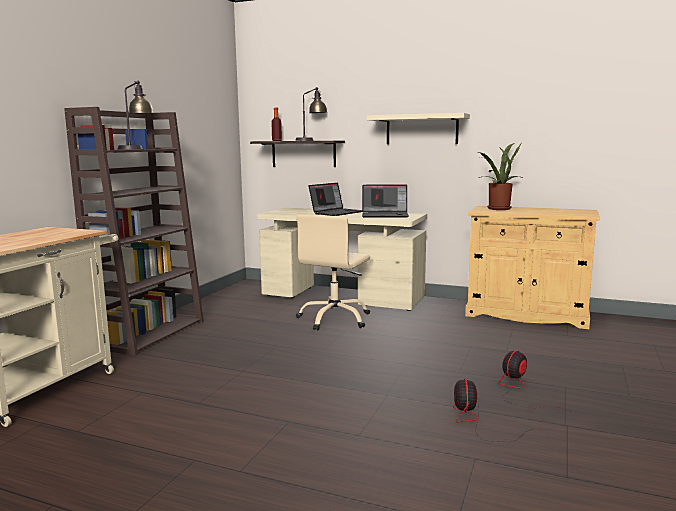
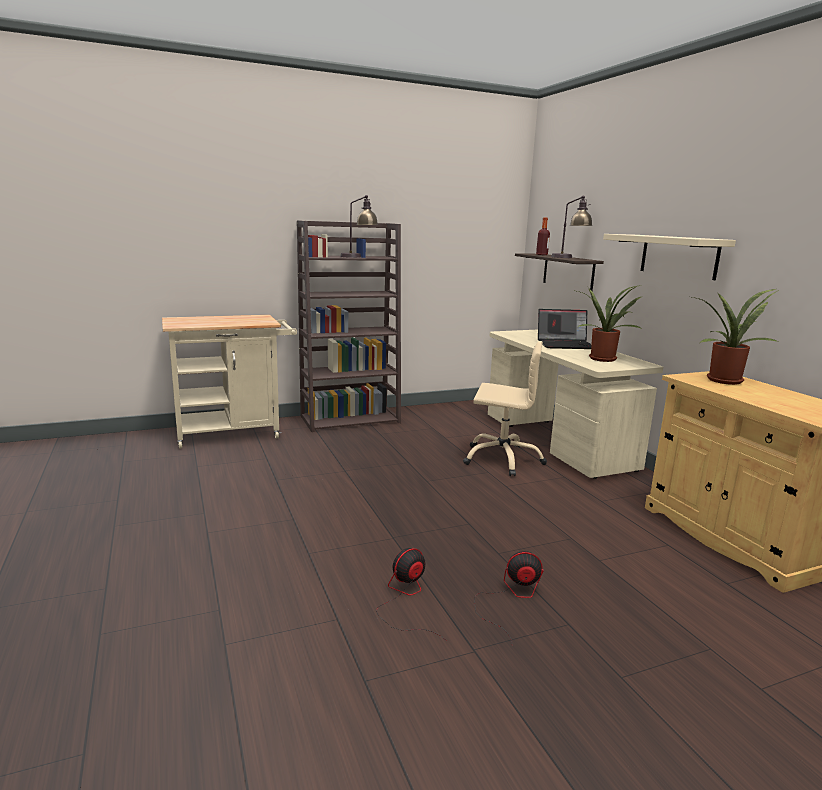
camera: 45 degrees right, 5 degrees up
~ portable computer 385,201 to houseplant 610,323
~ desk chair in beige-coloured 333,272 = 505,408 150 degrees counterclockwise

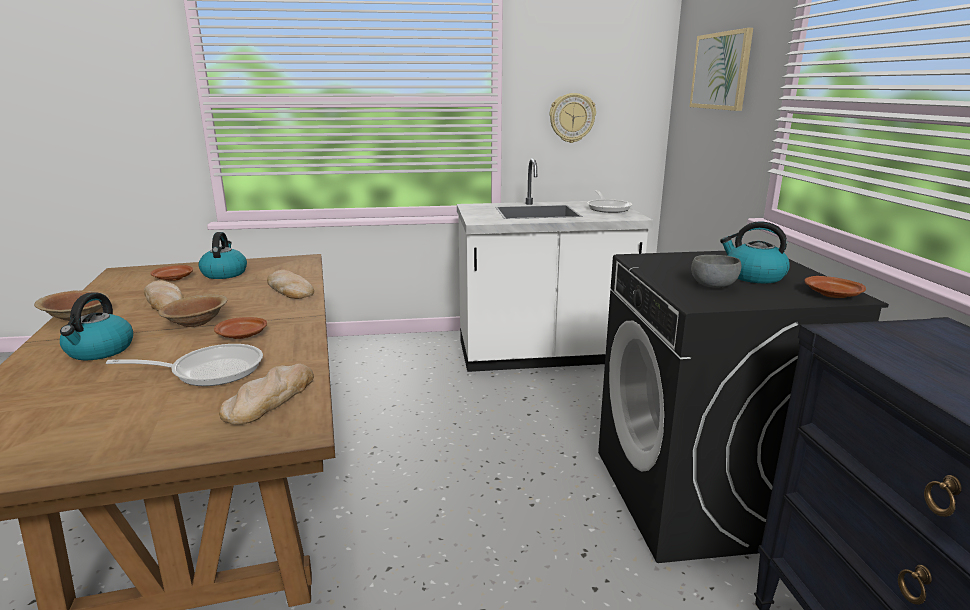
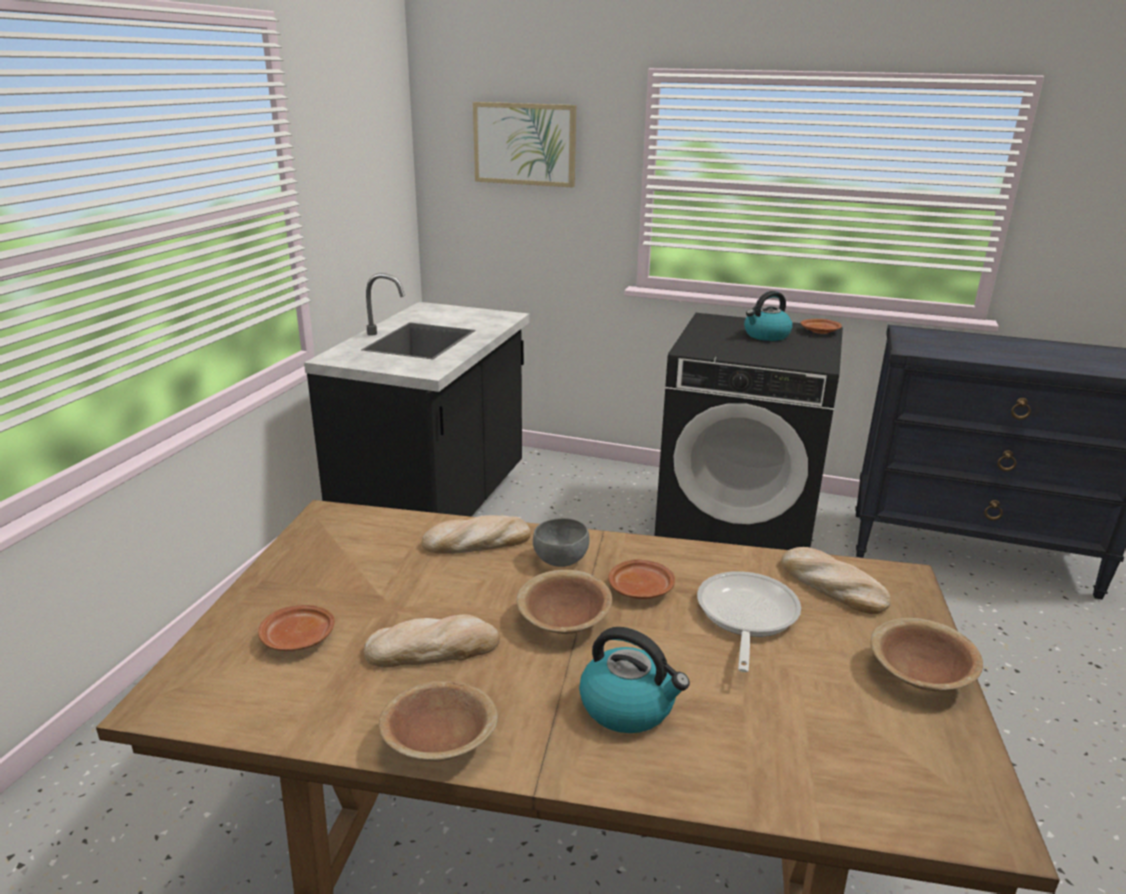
camera: 65 degrees left, 5 degrees up
- clock on the wall 572,118
~ kitchen counter in white 555,265 to kitchen counter in black 416,395
- frying pan 609,201
- water kettle 222,255
~ bowl in grey 716,271 to 561,542
+ bowl in brown-coloured 926,654

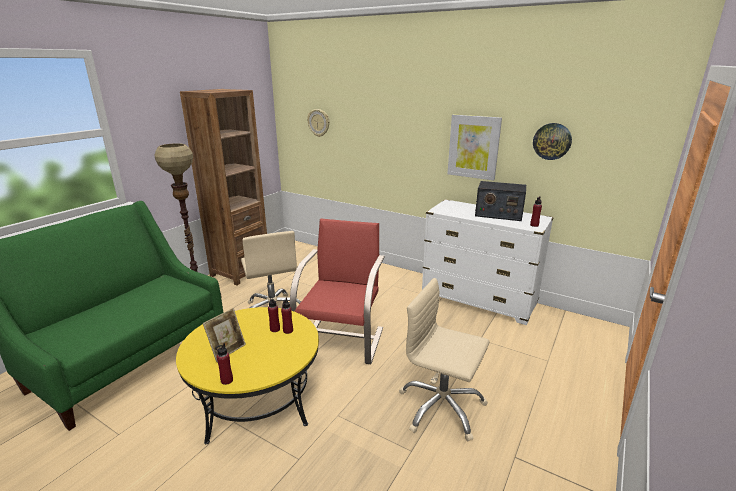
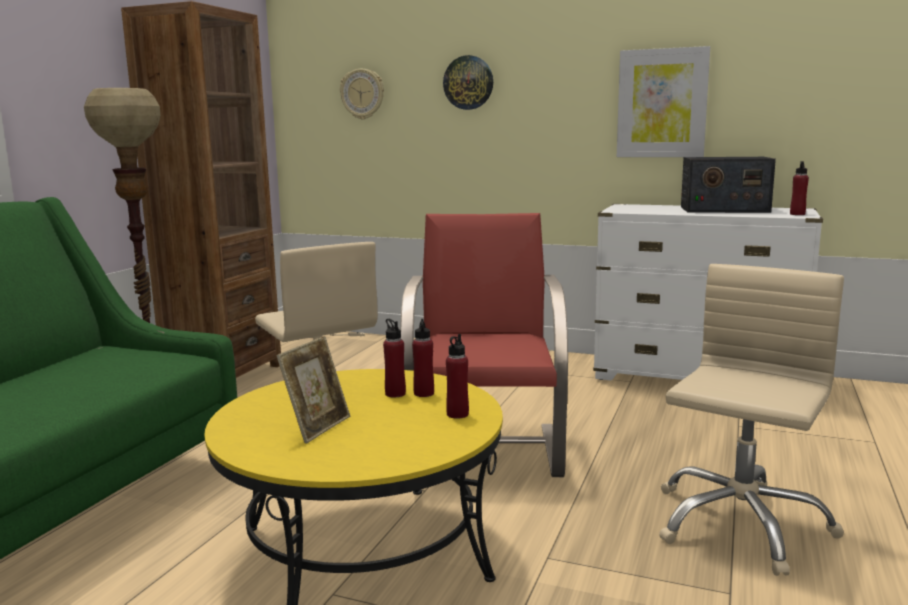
camera: 10 degrees left, 10 degrees down
~ clock on the wall 552,141 to 468,82
~ desk chair in beige-coloured 444,359 = 751,420 105 degrees clockwise
~ drink bottle in red-coloured 224,364 to 457,376

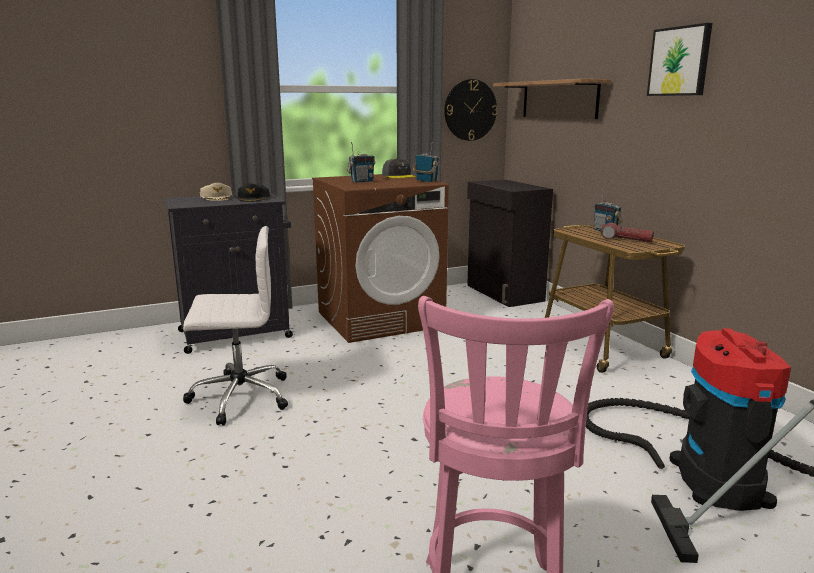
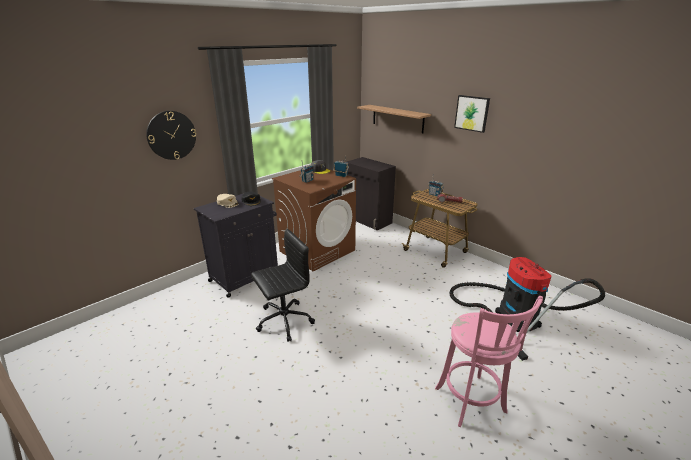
camera: 20 degrees left, 10 degrees up
~ clock on the wall 471,110 to 171,135
~ desk chair in white 235,325 to desk chair in black 283,285

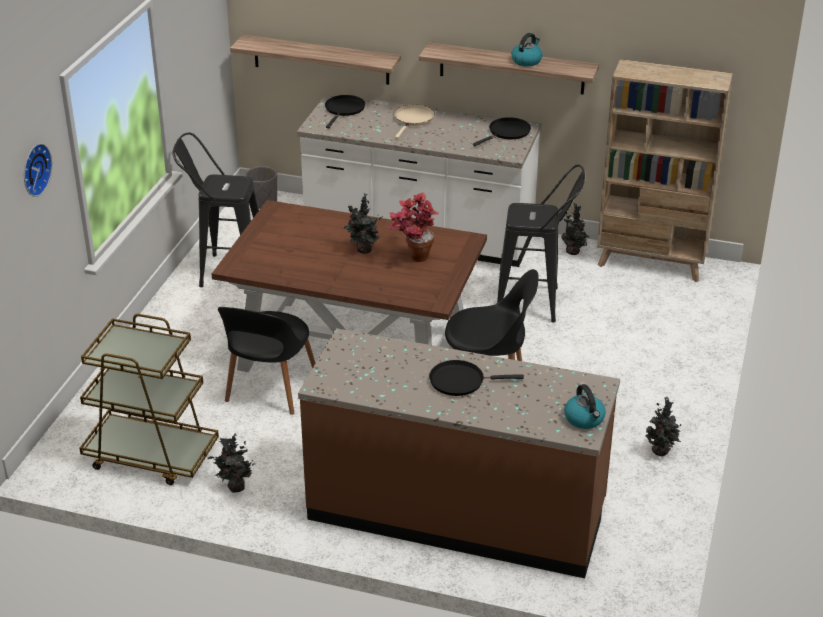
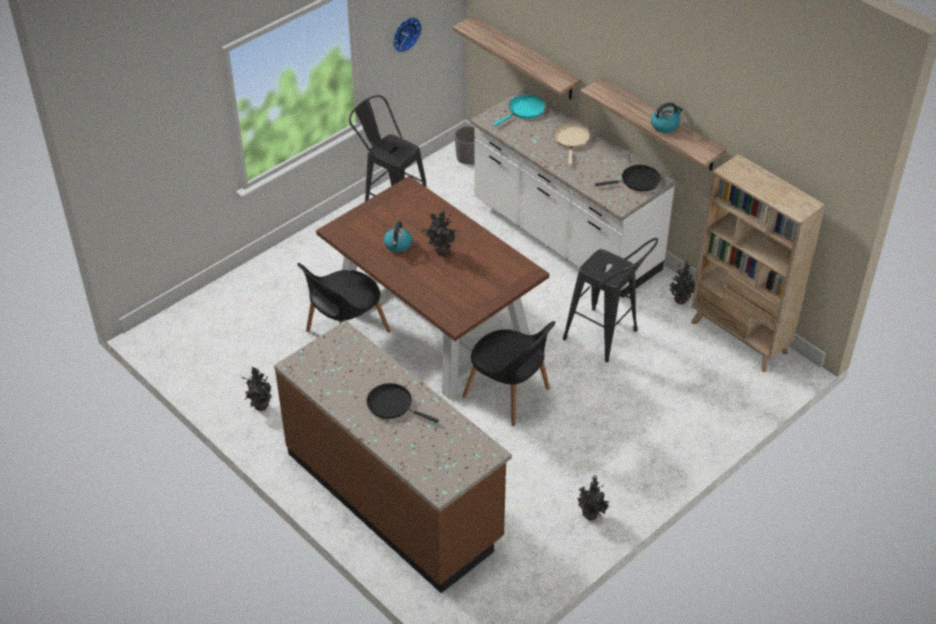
camera: 30 degrees right, 10 degrees up
~ frying pan in black 345,111 to frying pan in turquoise 519,110
~ frying pan in beige-coloured 414,122 = 571,144 45 degrees counterclockwise
~ clock on the wall 38,170 to 407,35
- houseplant 414,227
- trolley in brown-coloured 149,399
~ water kettle 585,406 to 398,236

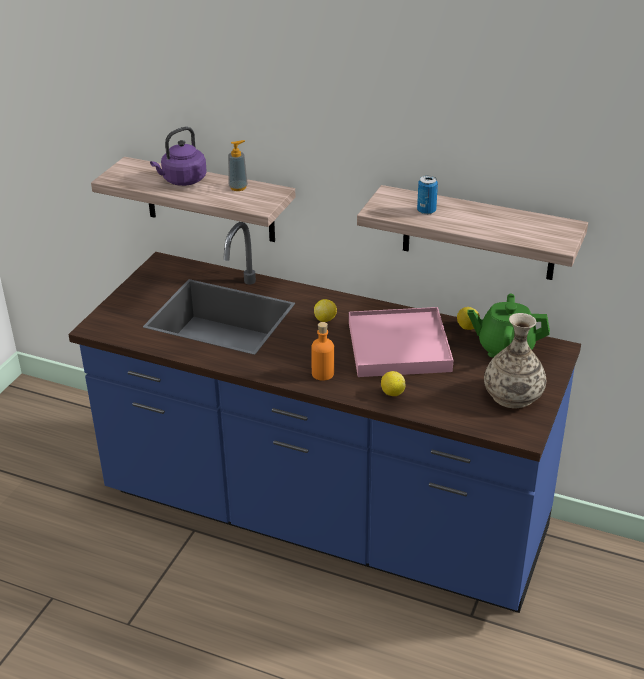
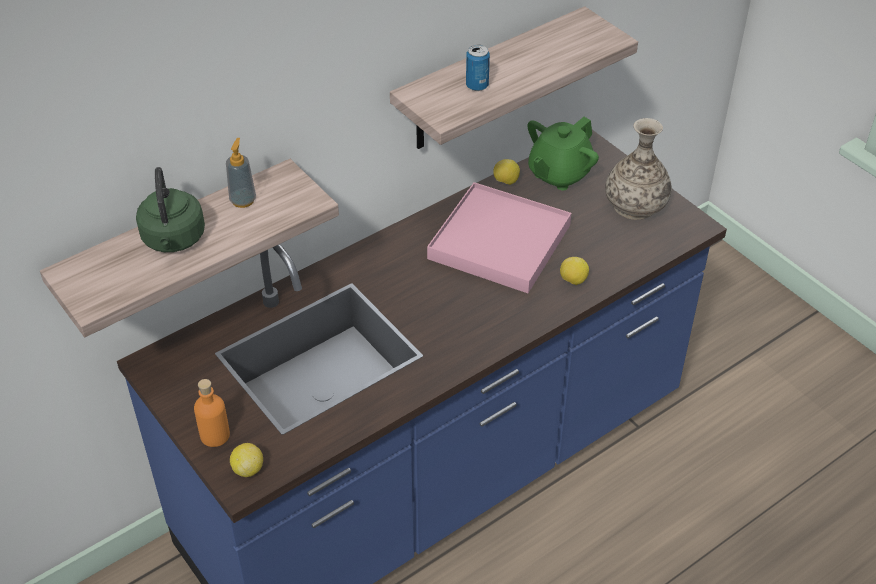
camera: 60 degrees left, 10 degrees up
~ water kettle in purple 178,156 to water kettle in green-coloured 170,209
~ lemon 325,310 to 246,460
~ drink bottle in orangey 322,351 to 212,413

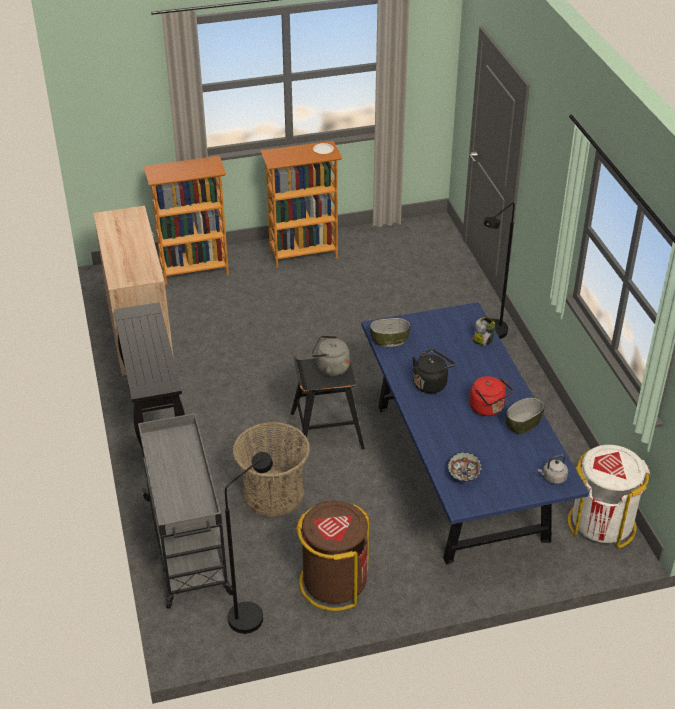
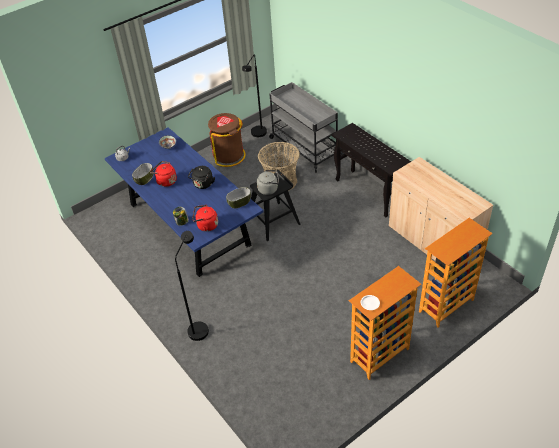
camera: 160 degrees right, 5 degrees up
- rubbish bin in white 609,497
+ water kettle in red-coloured 205,218

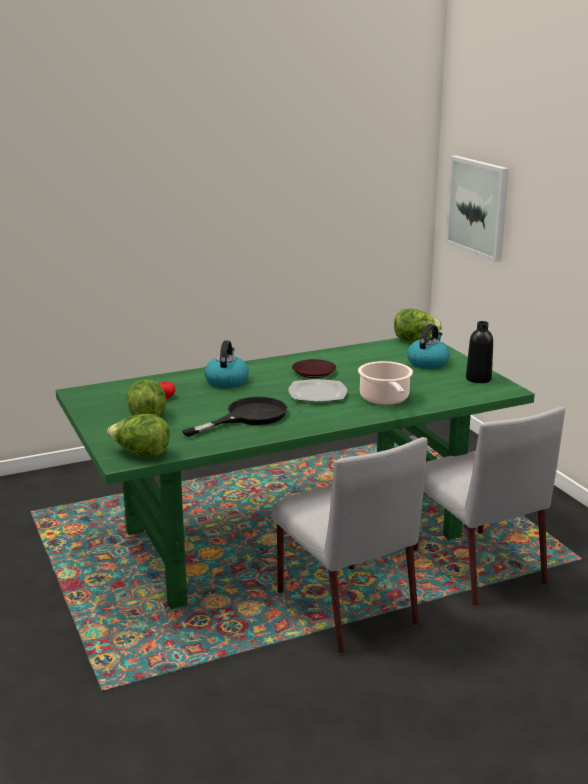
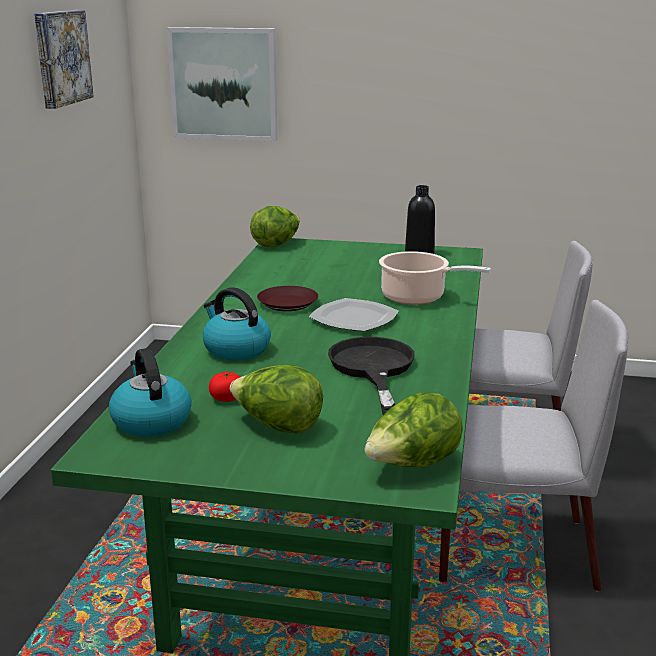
camera: 55 degrees left, 0 degrees up
~ water kettle 428,346 to 150,392
+ wall picture 64,59

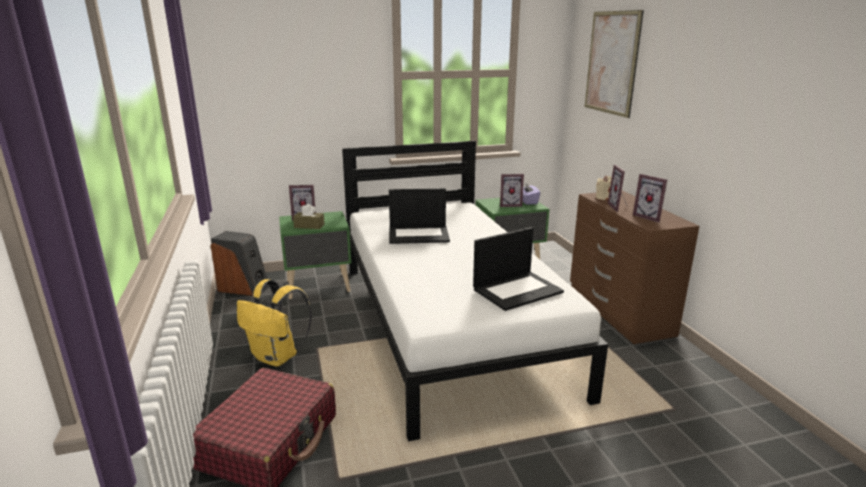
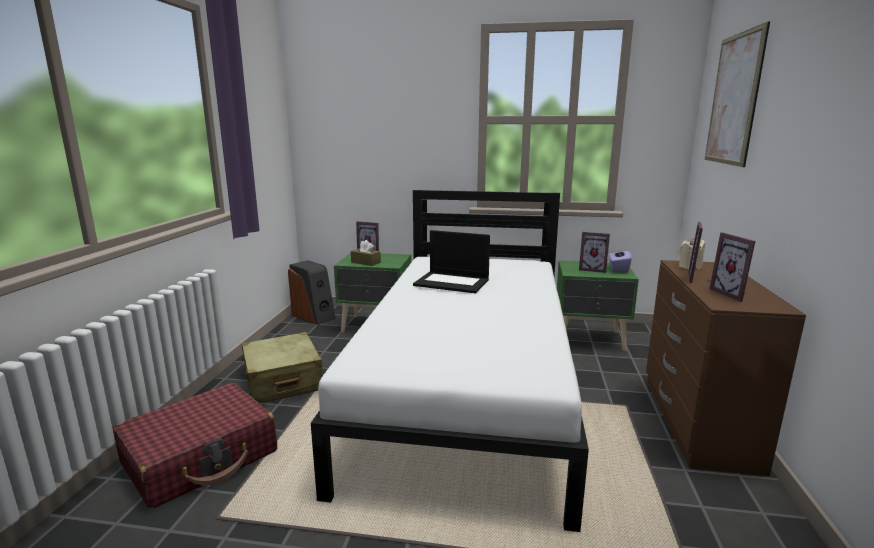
camera: 25 degrees right, 5 degrees down
- portable computer 518,269
~ backpack in yellow 274,323 to suitcase in beige-coloured 282,367

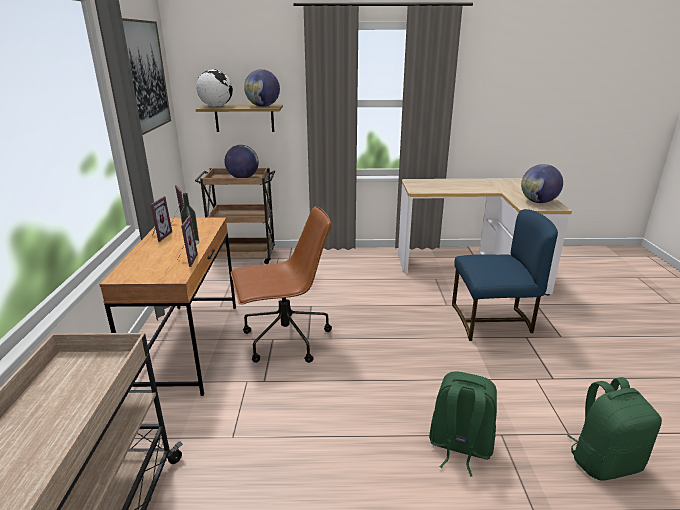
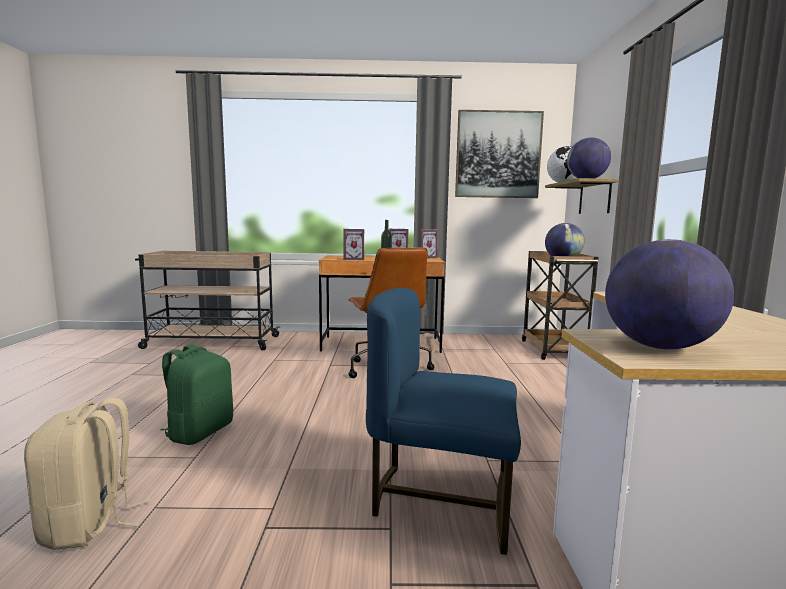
camera: 90 degrees right, 15 degrees down
~ upright chair in bluish 505,275 = 443,421 105 degrees clockwise
~ backpack in green-coloured 615,429 to backpack in beige-coloured 87,474

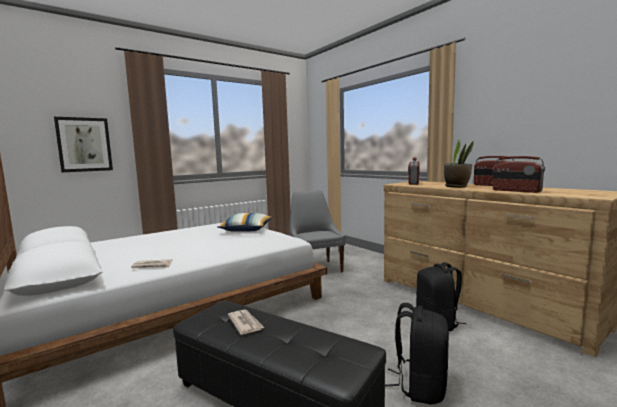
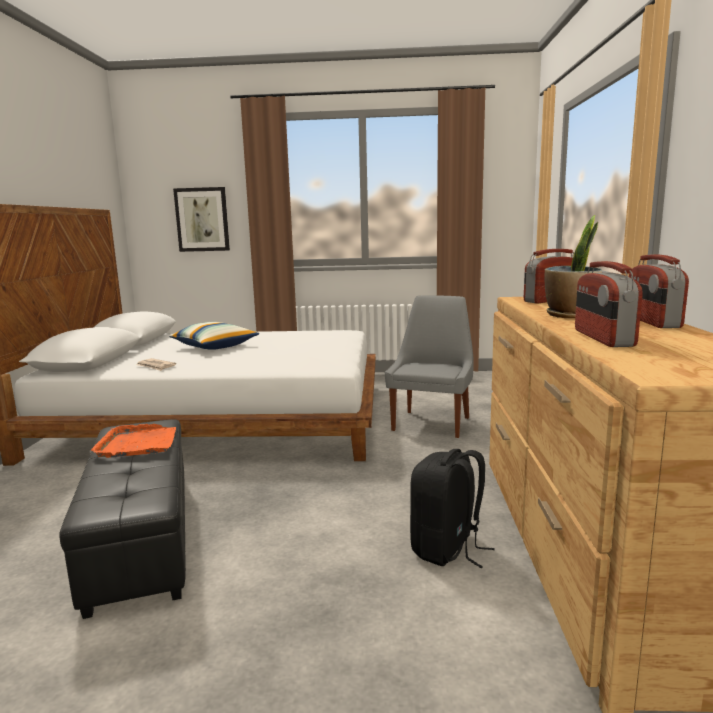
camera: 40 degrees right, 5 degrees up
~ pillow 245,222 to 214,336
- backpack in black 417,354
~ newspaper 246,322 to serving tray in orangey 133,441

